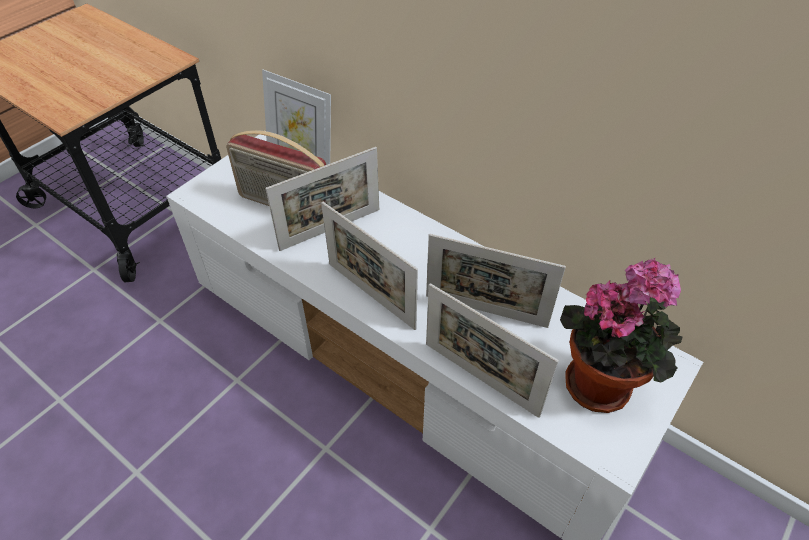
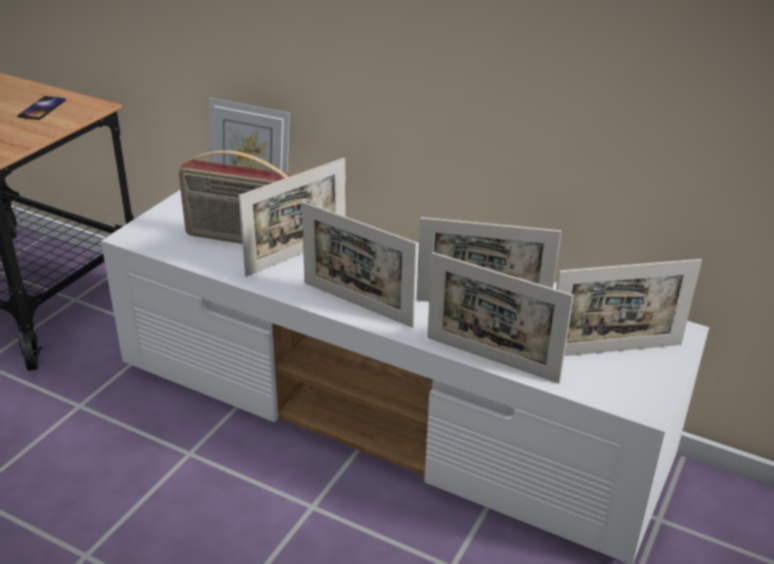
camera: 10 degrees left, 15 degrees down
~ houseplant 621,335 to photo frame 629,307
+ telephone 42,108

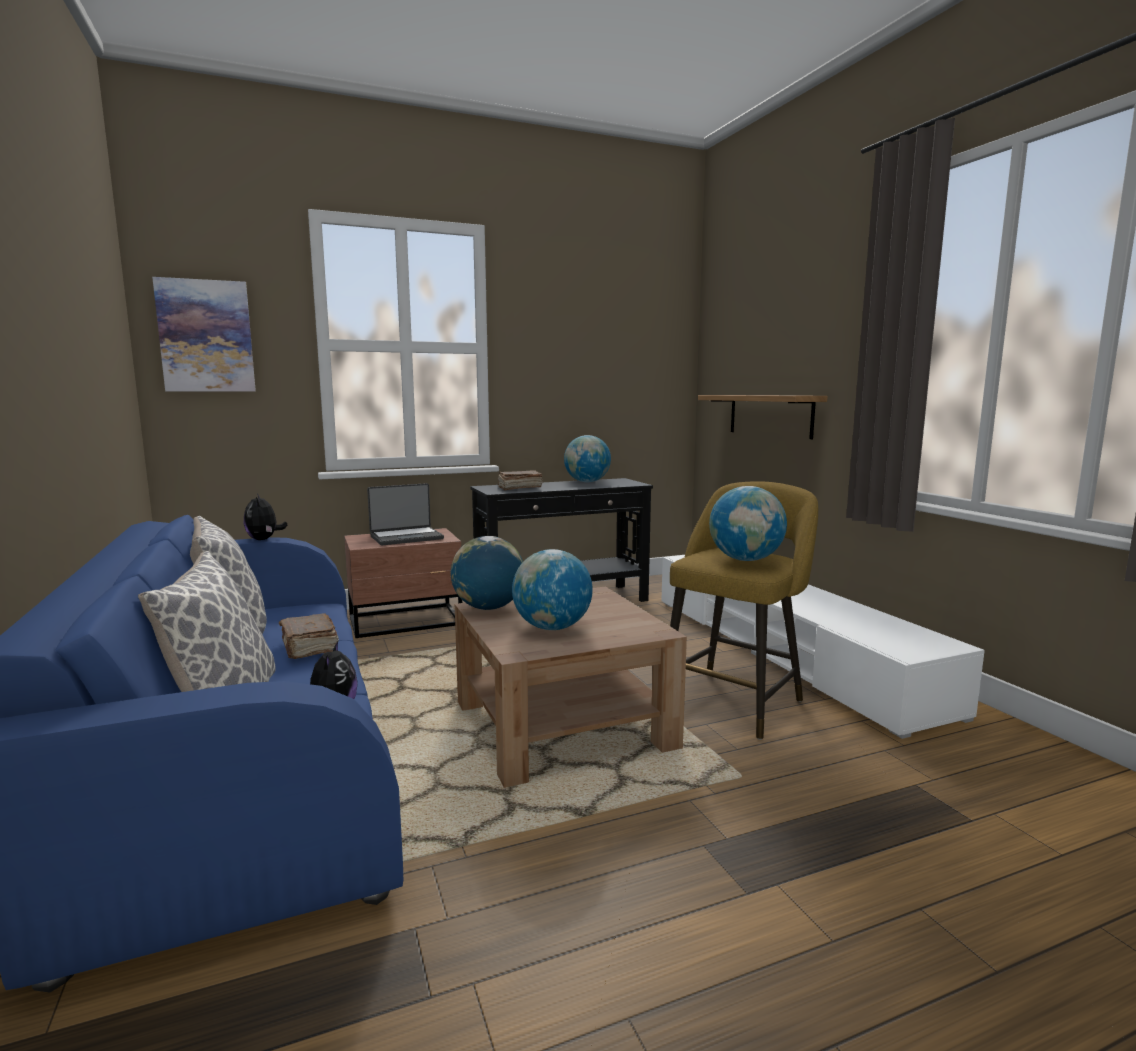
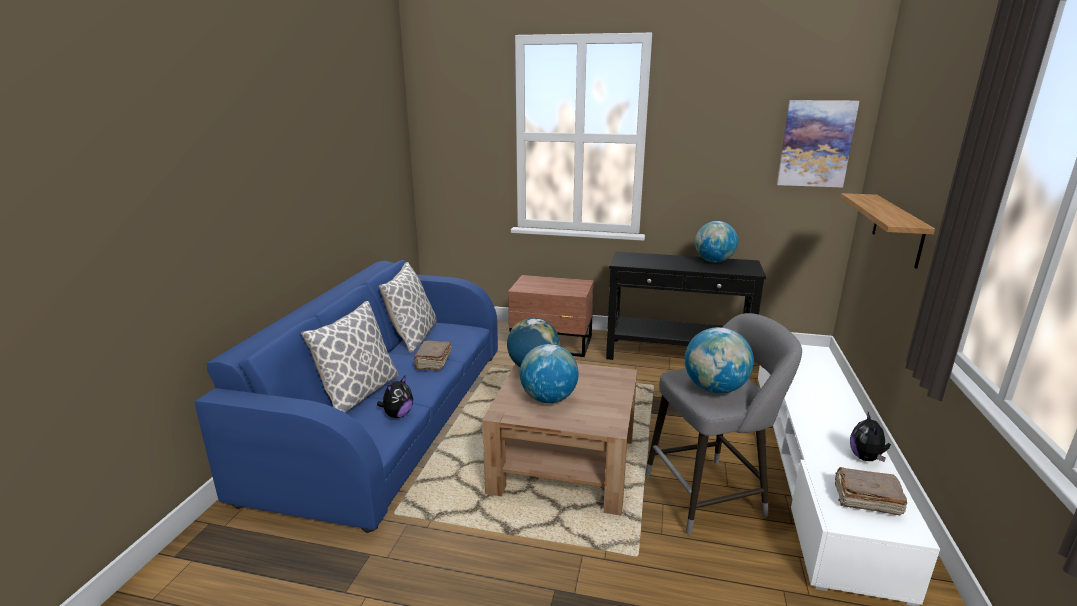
camera: 35 degrees right, 10 degrees up
~ wall picture 204,334 to 818,144
~ book in brown-coloured 520,480 to 871,491
~ stool in yellow 744,610 to stool in grey 723,424
- portable computer 405,514
~ plush toy 265,516 to 870,437

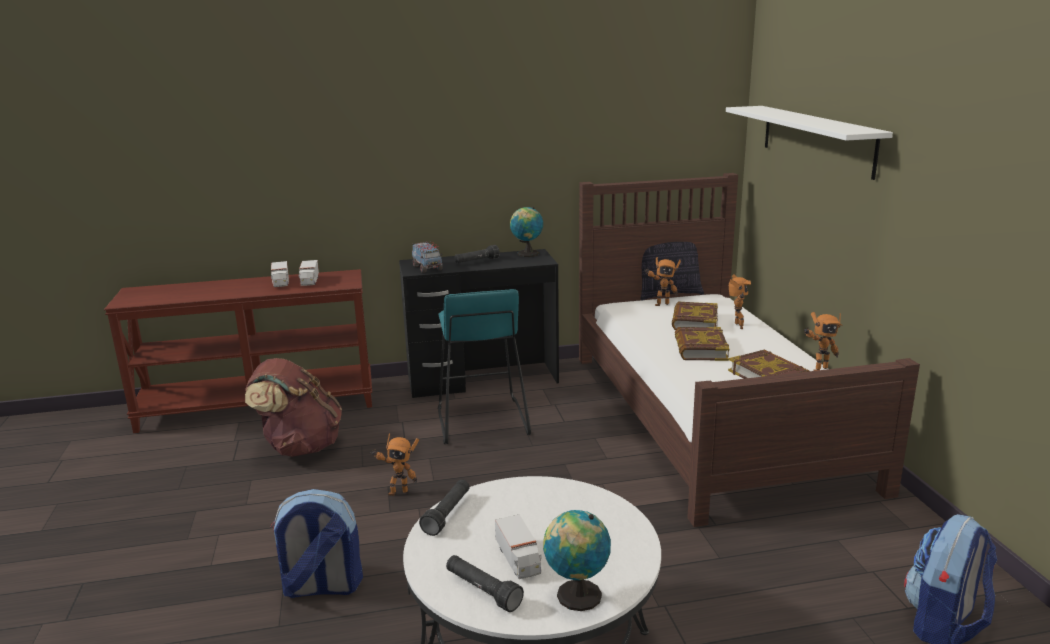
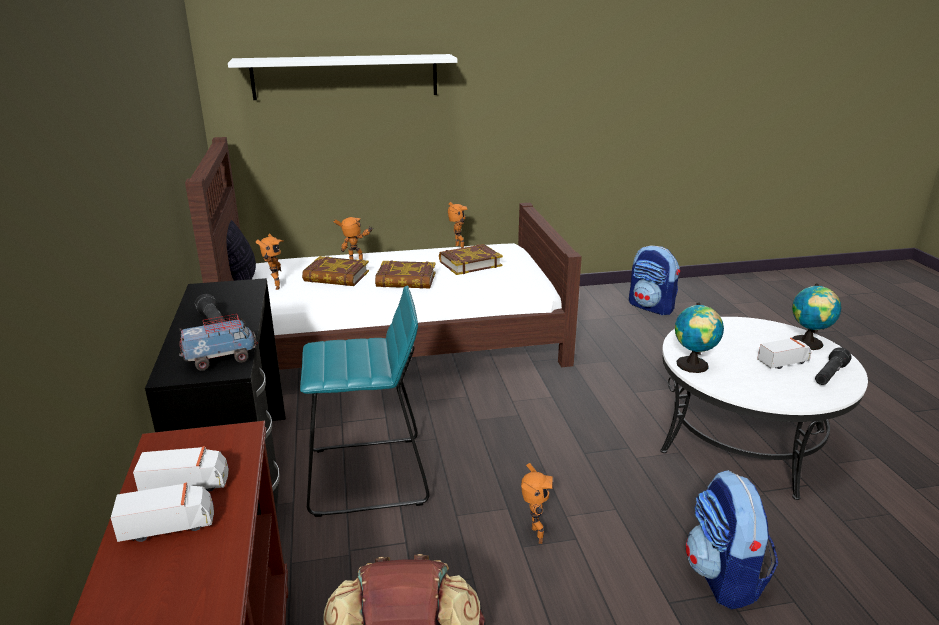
camera: 90 degrees left, 5 degrees up
~ globe 526,232 to 699,337
- torch in black 444,507

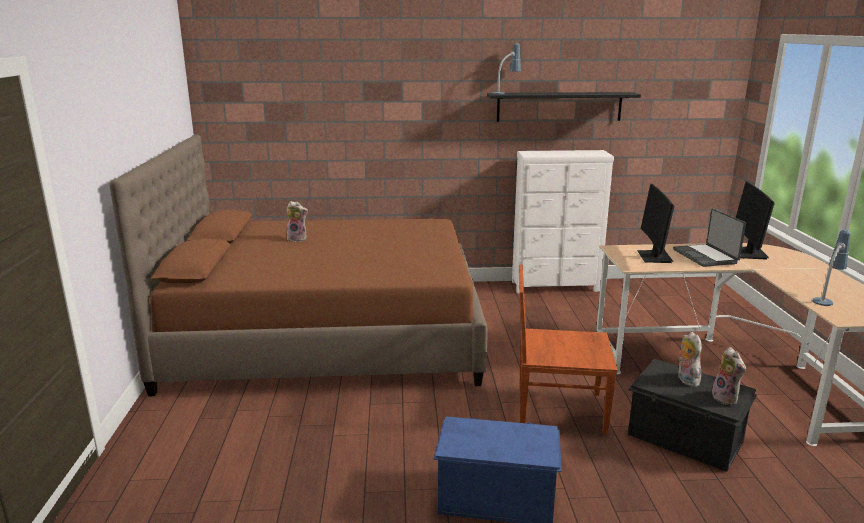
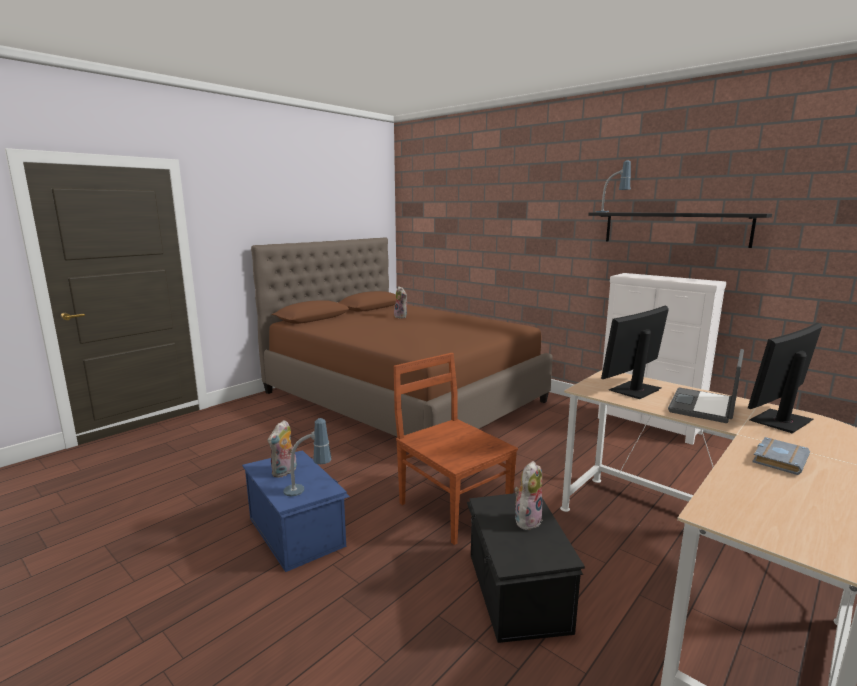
camera: 45 degrees right, 5 degrees down
~ tabletop lamp 831,268 to 307,457
~ plush toy 728,376 to 282,449
+ book in grey 781,456

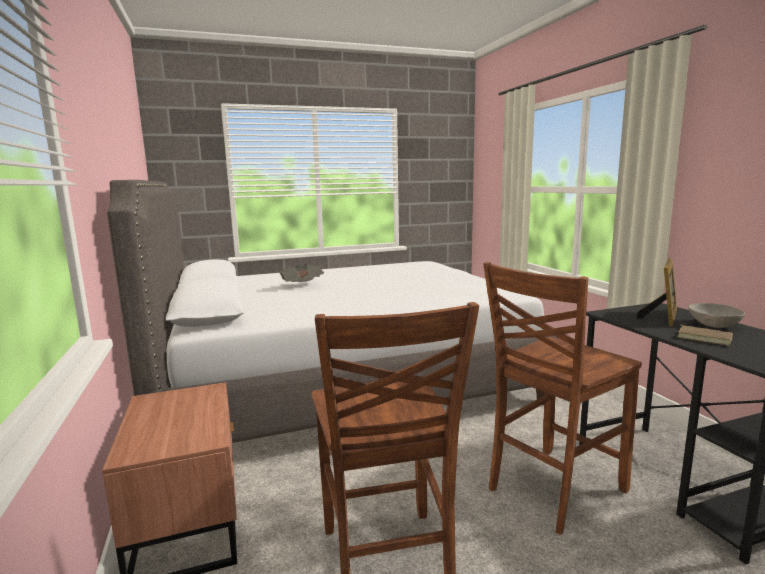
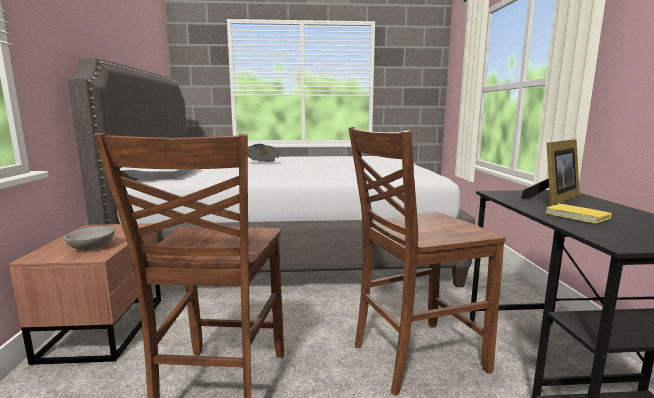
camera: 15 degrees right, 0 degrees up
~ bowl in grey 716,315 to 89,238
~ book in brown-coloured 705,335 to book in yellow 578,213

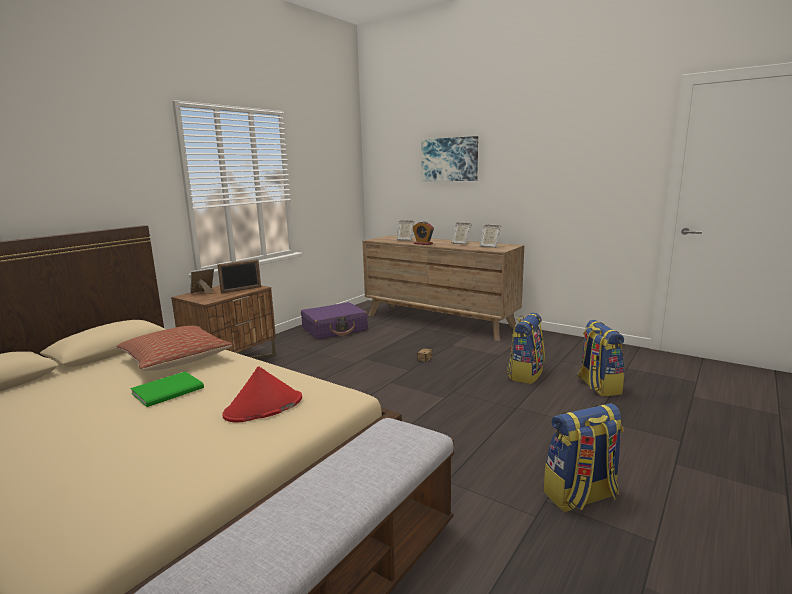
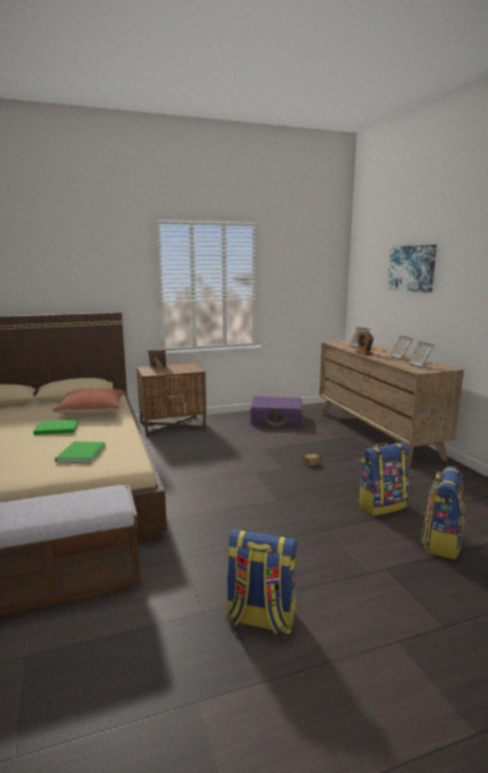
camera: 35 degrees right, 0 degrees up
- photo frame 239,276
~ wearable hat in red-coloured 262,394 to book in green-coloured 80,452

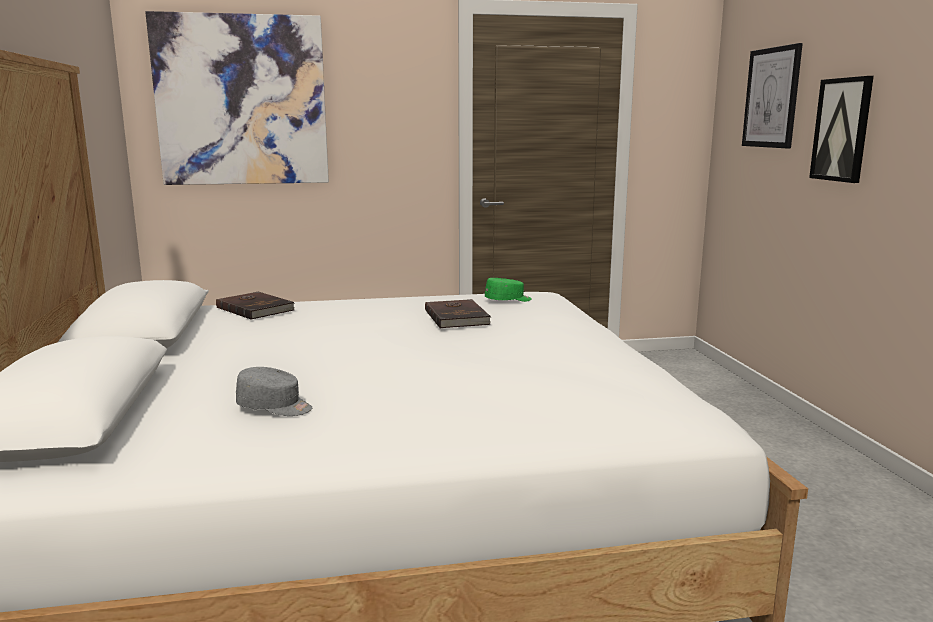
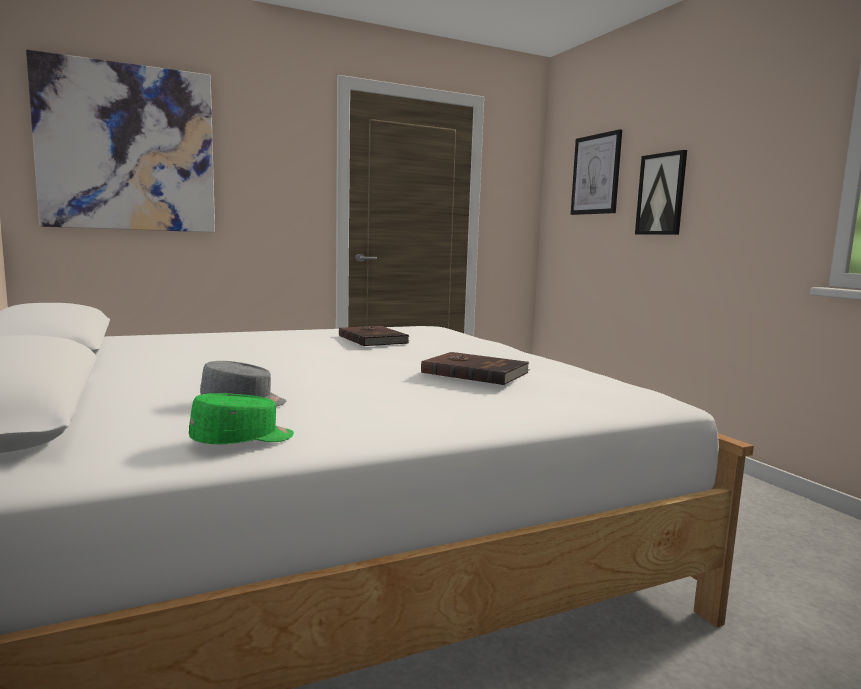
camera: 15 degrees left, 5 degrees down
~ cap in green-coloured 508,290 to 241,418
~ book in brown-coloured 255,306 to 475,368

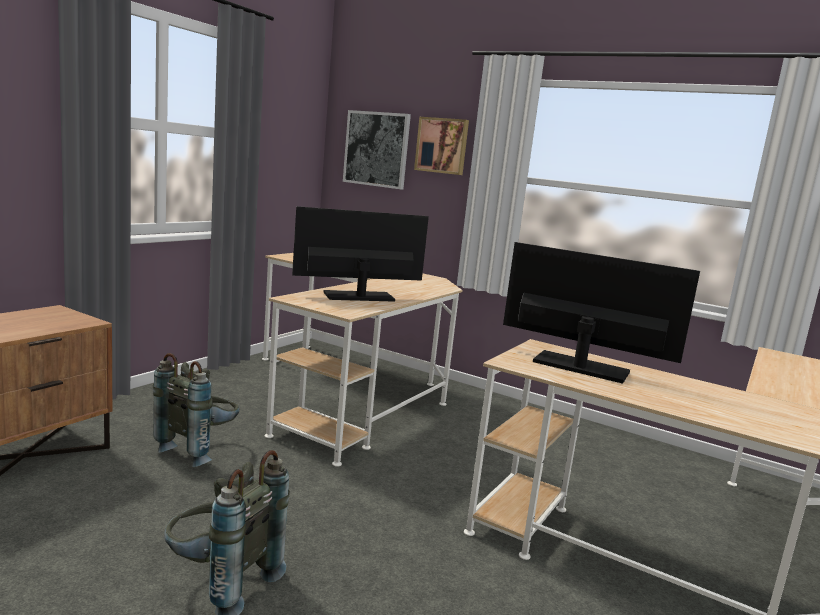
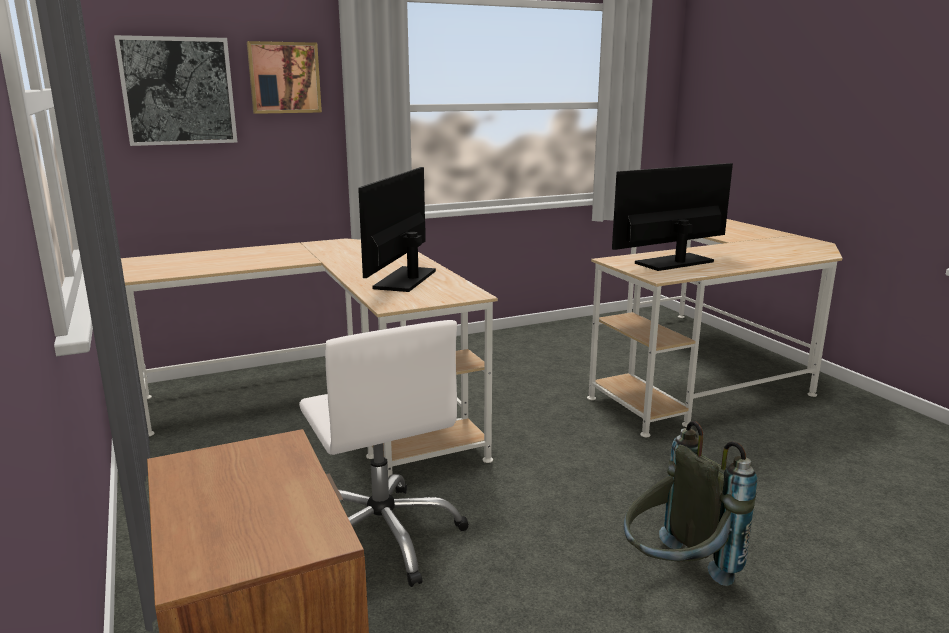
camera: 55 degrees left, 5 degrees up
~ backpack in grey 196,410 to desk chair in white 384,453

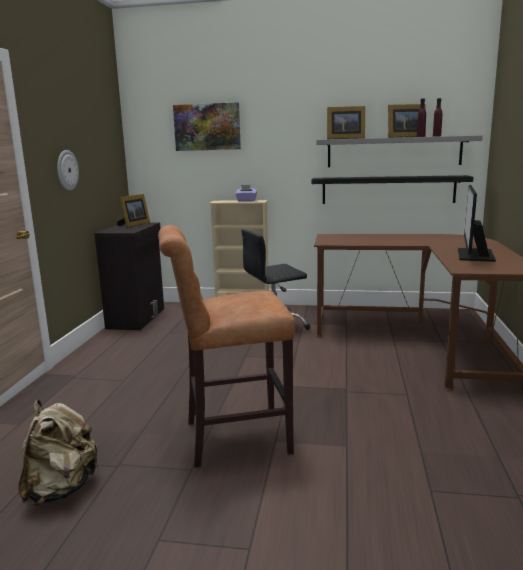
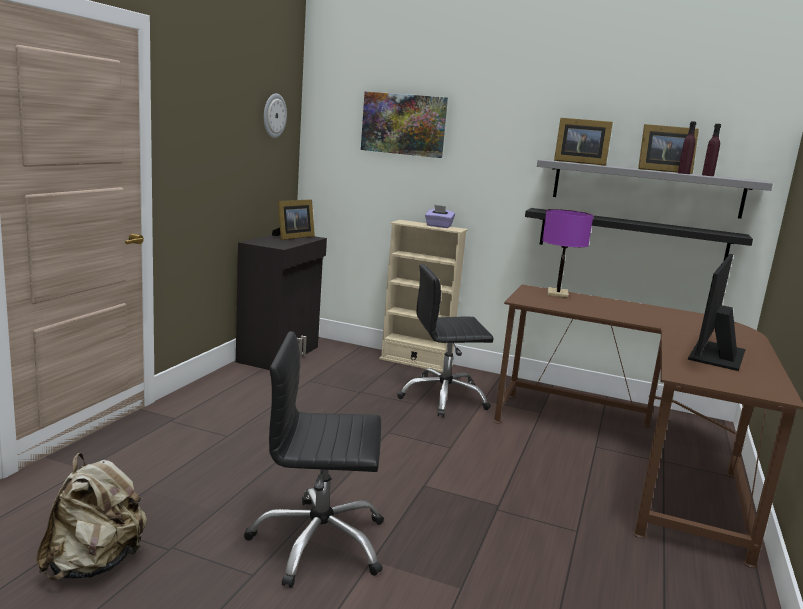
camera: 10 degrees right, 0 degrees up
~ clock on the wall 68,170 to 275,115
~ stool in brown-coloured 226,346 to desk chair in black 314,459
+ tabletop lamp in purple 567,253

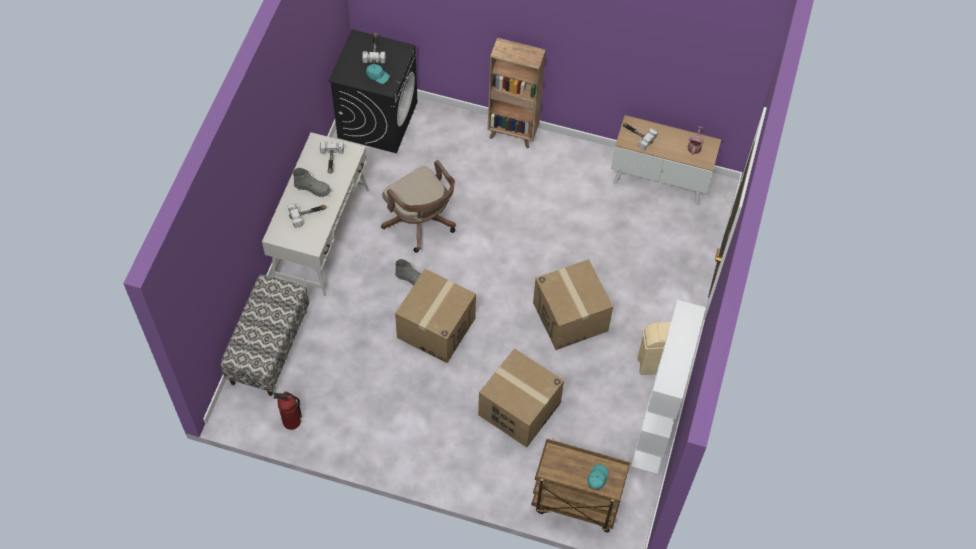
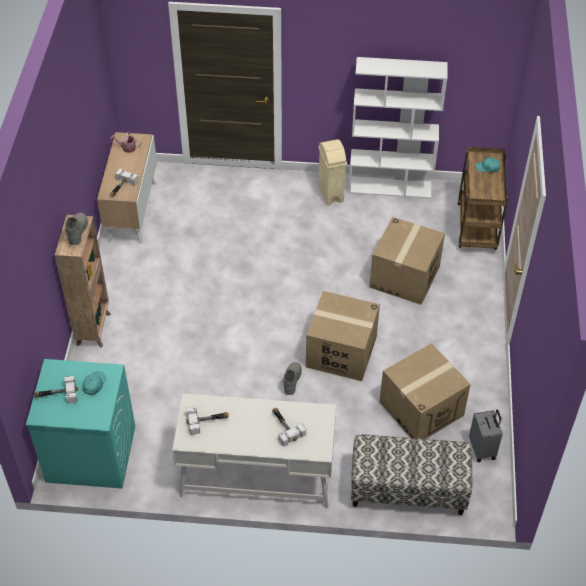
camera: 100 degrees left, 10 degrees down
~ washing machine in black 372,91 to washing machine in turquoise 80,424
- desk chair in brown-coloured 418,206
~ tall boot in grey 312,182 to 76,229
~ packing box 573,304 to 425,391
~ fire extinguisher 287,410 to suitcase in grey 486,435

